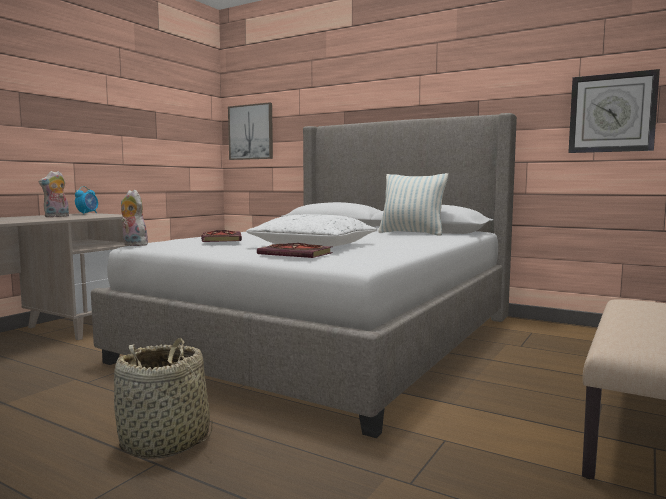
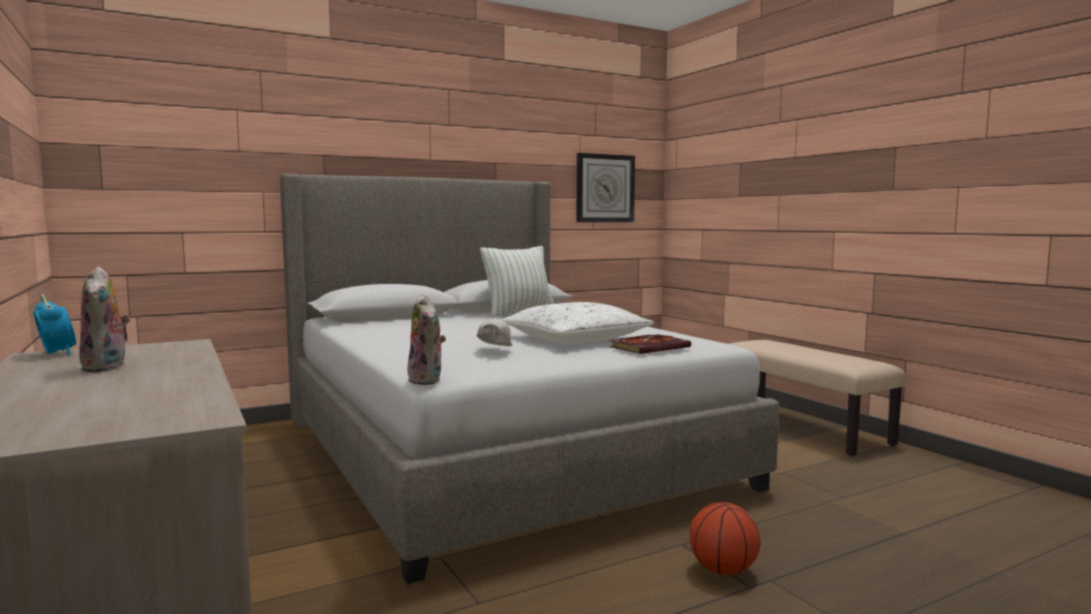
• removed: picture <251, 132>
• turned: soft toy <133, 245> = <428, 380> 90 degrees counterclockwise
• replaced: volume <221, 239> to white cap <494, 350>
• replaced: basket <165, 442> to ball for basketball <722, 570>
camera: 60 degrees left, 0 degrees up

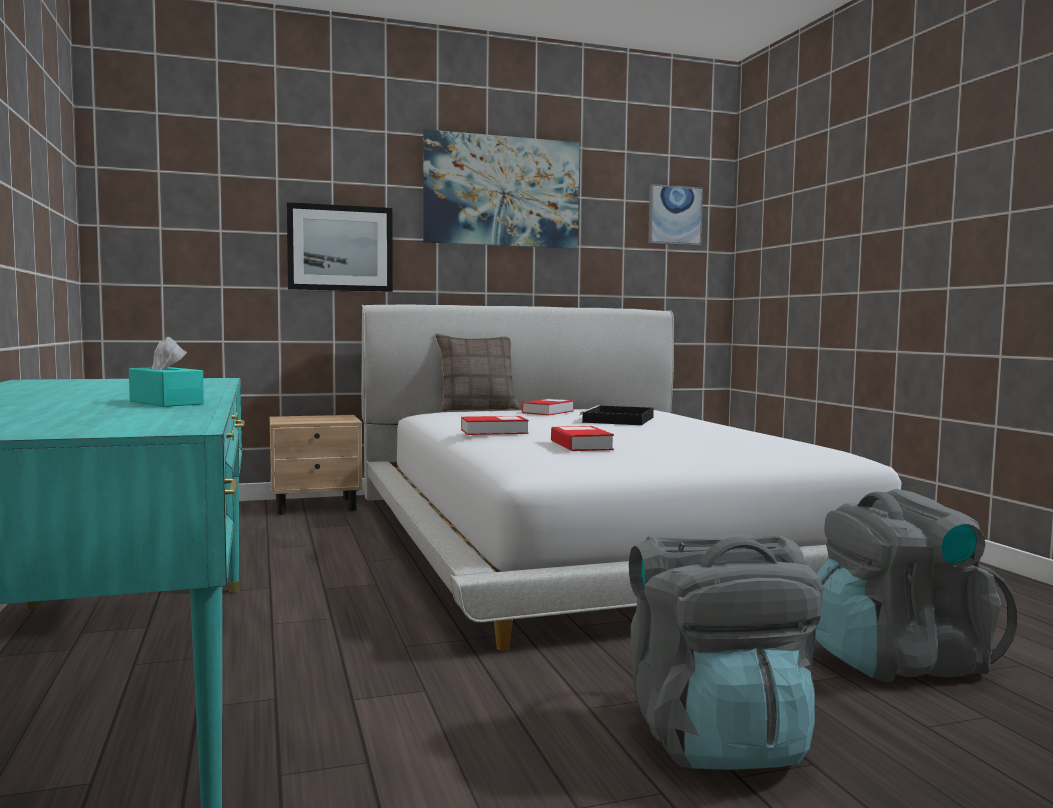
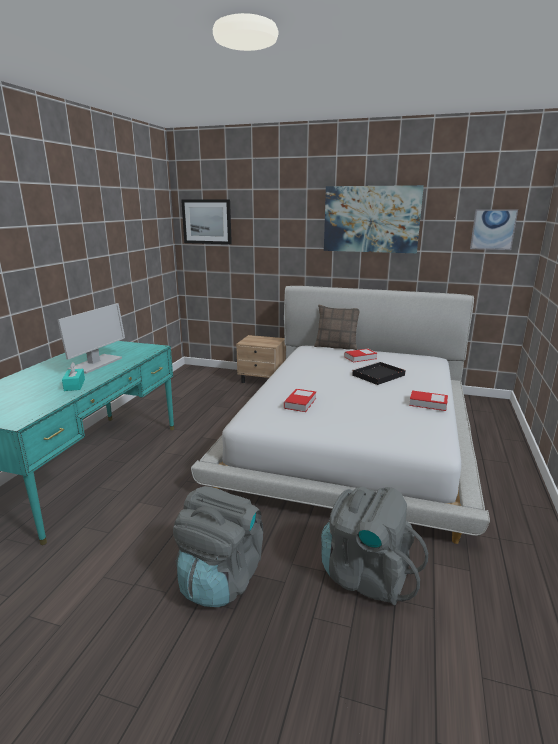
• moved: picture <340, 248> to <207, 221>
• moved: volume <494, 431> to <428, 403>
• added: computer display <95, 364>
camera: 35 degrees right, 15 degrees up

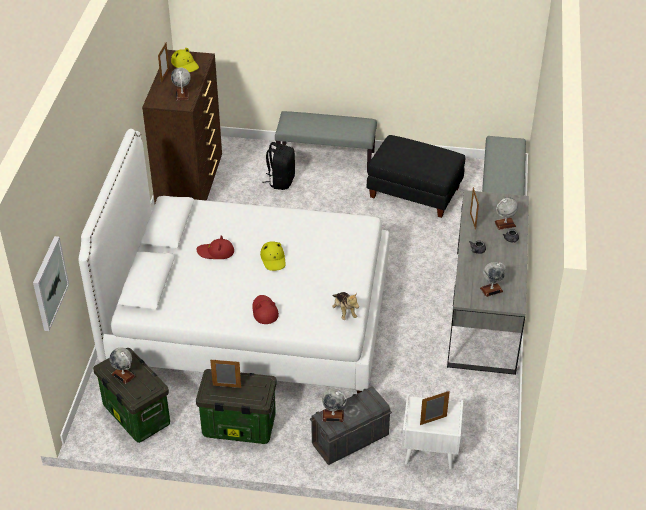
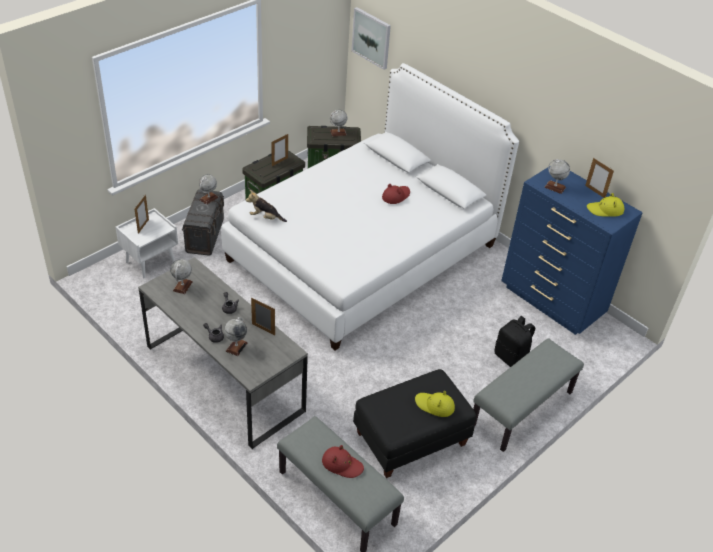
• recoloured: brown-coloured drawer chest <191, 186> to blue drawer chest <552, 302>
• moved: yellowish clothing hat <273, 259> to <434, 405>
• moved: red clothing hat <264, 311> to <342, 464>
camera: 125 degrees right, 0 degrees up

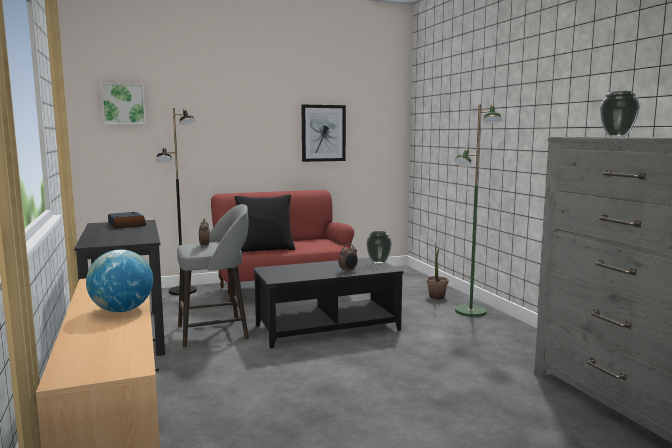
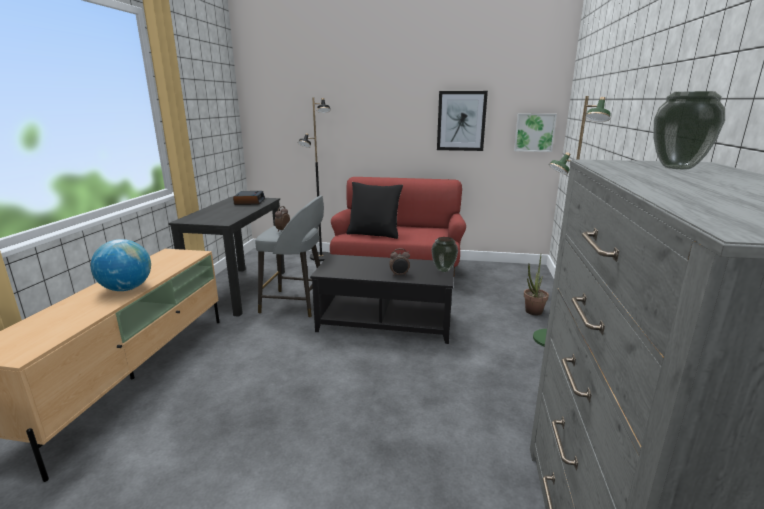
• moved: picture <123, 104> to <534, 132>
camera: 30 degrees right, 10 degrees up

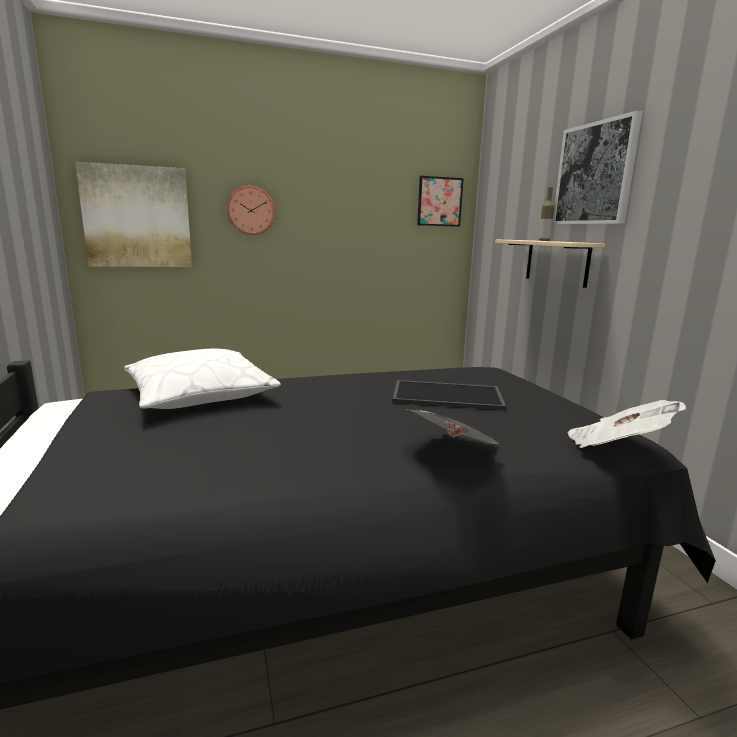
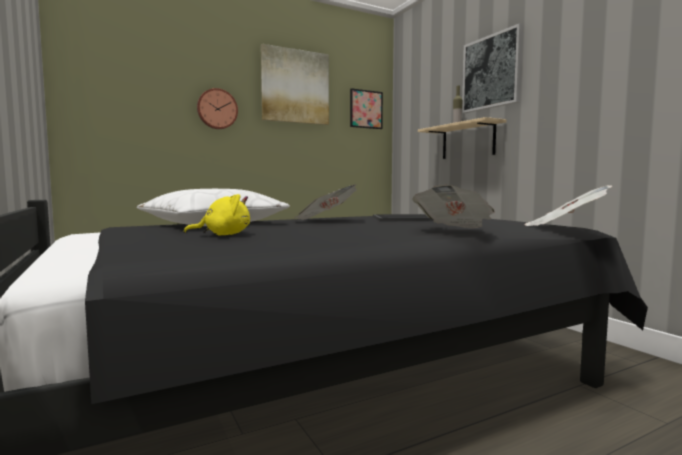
• moved: picture <137, 217> to <295, 86>
• added: printed paper <325, 221>
• added: yellowish soft toy <223, 235>
camera: 10 degrees left, 10 degrees down

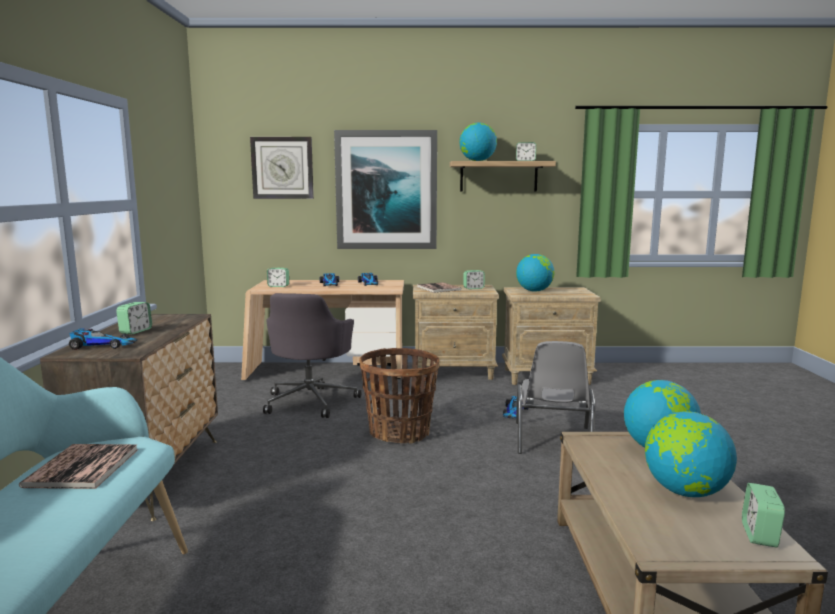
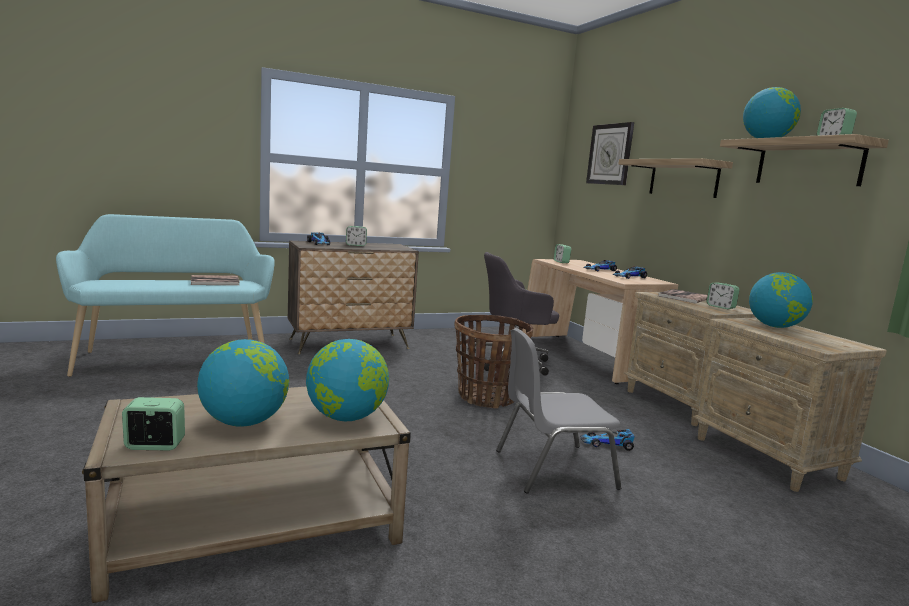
• replaced: picture <386, 190> to bracket shelf <683, 179>
camera: 65 degrees right, 0 degrees up

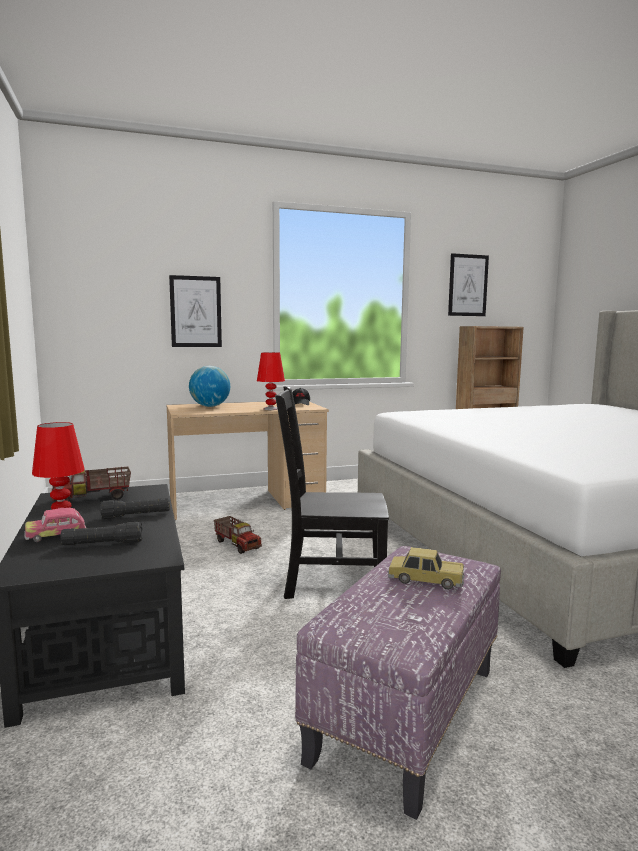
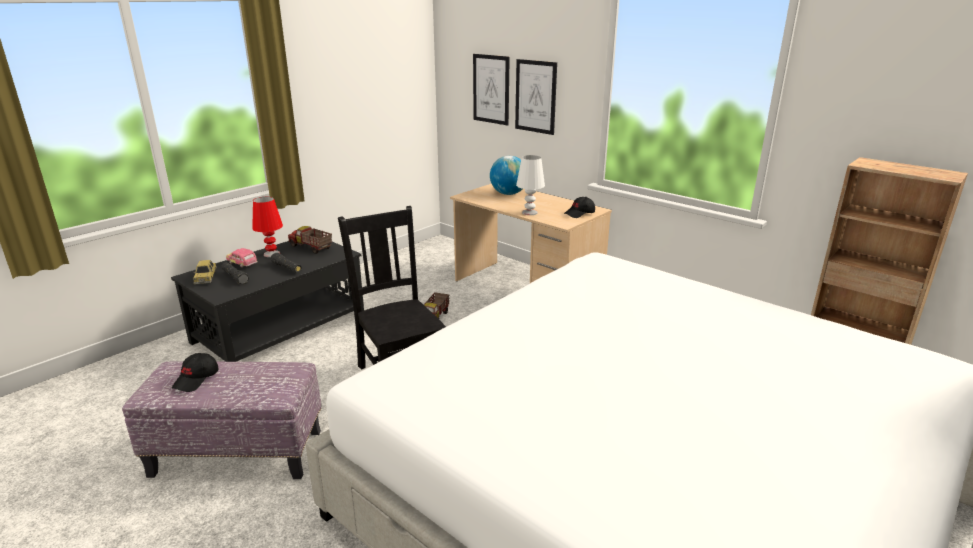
• moved: picture <468, 285> to <491, 89>
• recoloured: red lamp for a table <271, 409> to white lamp for a table <529, 212>
• moved: toy car <425, 580> to <206, 277>
• added: black-coloured cap <196, 379>
camera: 60 degrees right, 15 degrees up

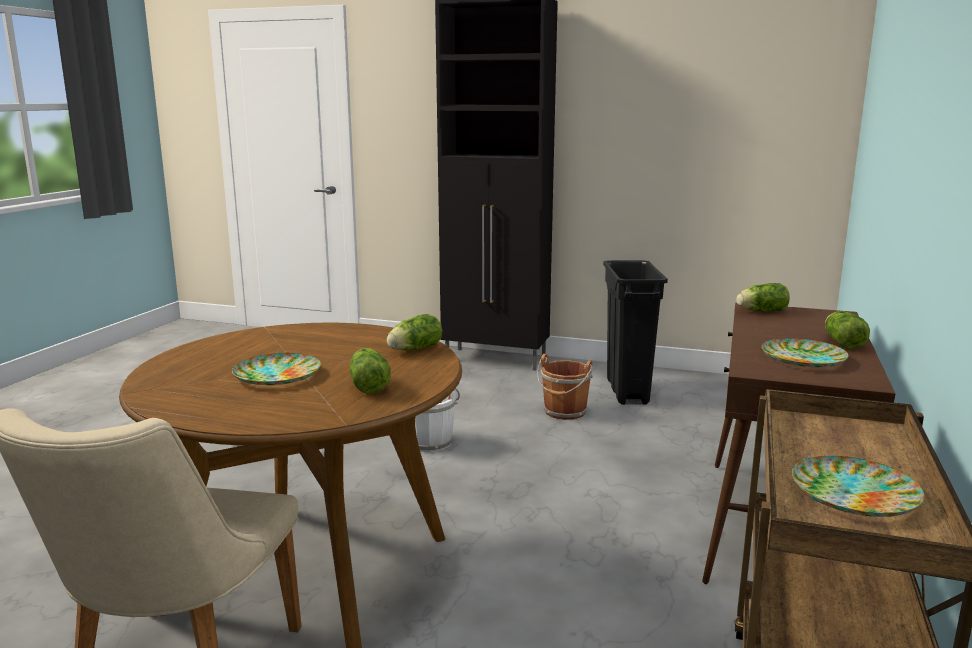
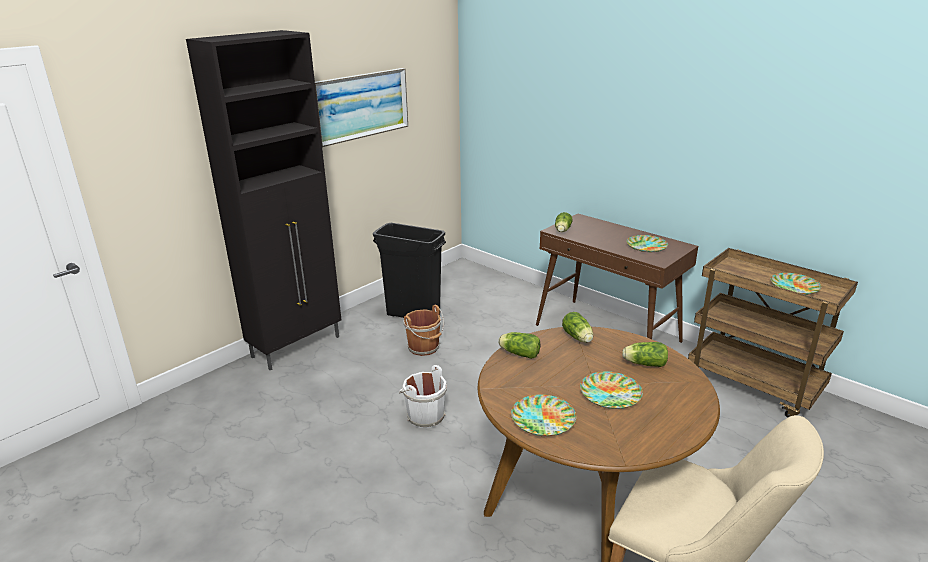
• moved: lettuce <842, 342> to <518, 353>
• added: picture <361, 105>
• added: flat dish <542, 419>
camera: 65 degrees left, 10 degrees up

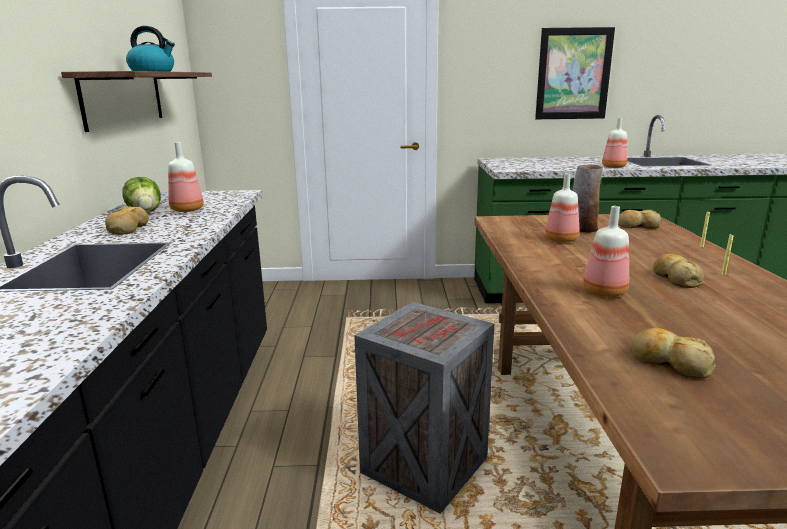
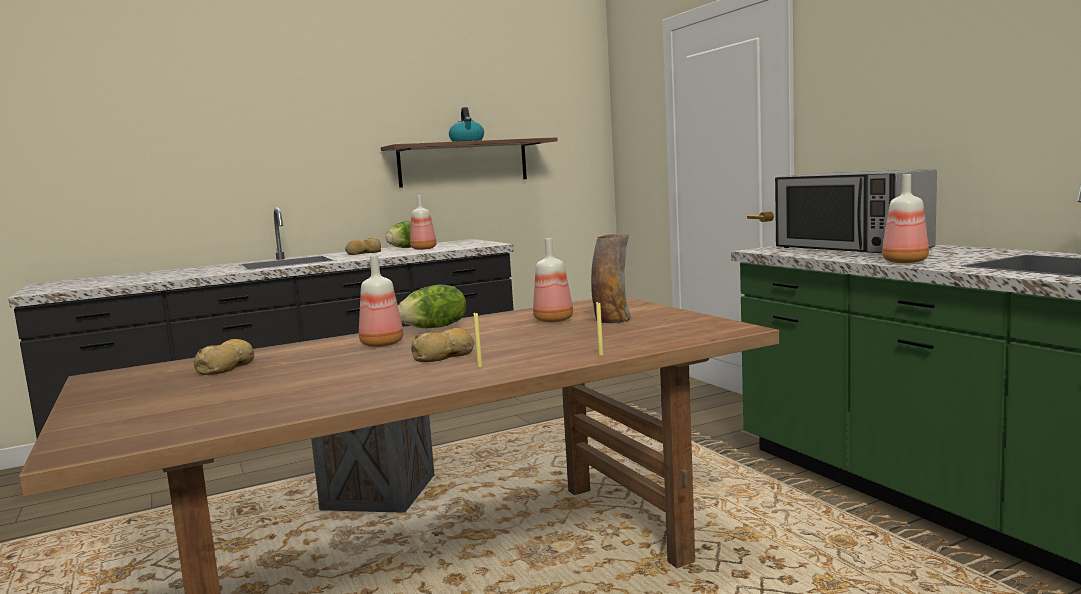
• removed: picture <573, 74>
• removed: bread <637, 226>
• added: kitchen microwave <850, 248>
• added: lettuce <435, 328>
camera: 65 degrees right, 10 degrees down

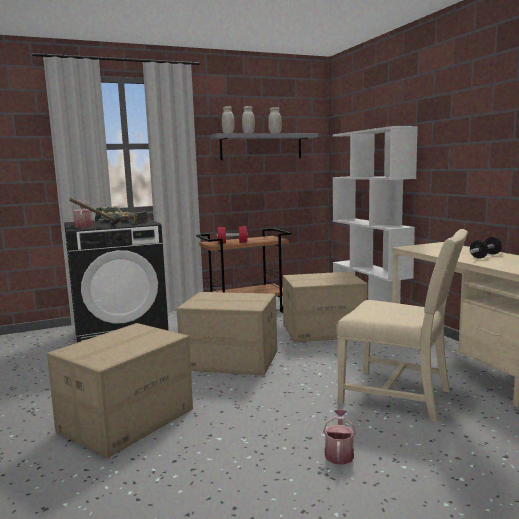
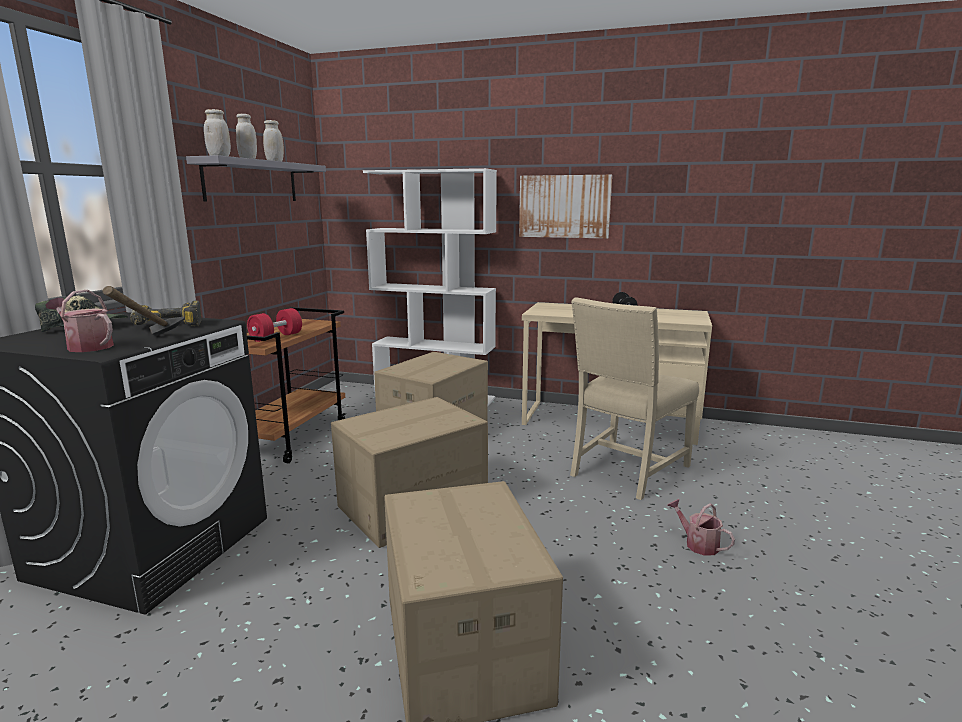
• turned: beige plain chair <399, 396> = <626, 471> 150 degrees clockwise
• added: picture <564, 206>
camera: 50 degrees left, 5 degrees up

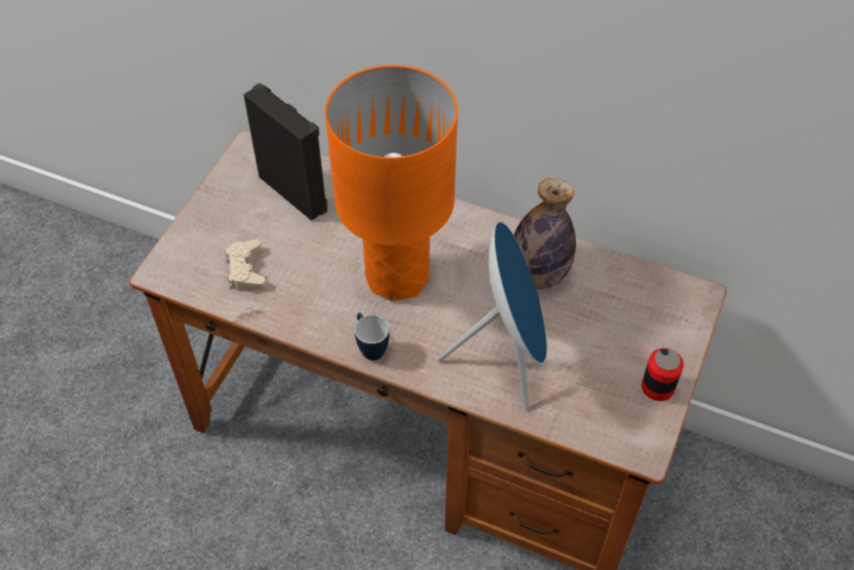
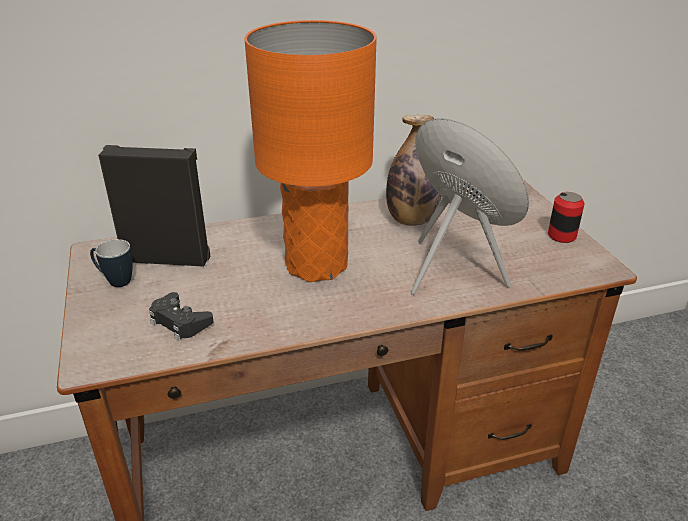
• recoloured: beige joypad <246, 271> to black-coloured joypad <180, 322>
• moved: coffee mug <370, 347> to <115, 281>
camera: 40 degrees left, 20 degrees down

